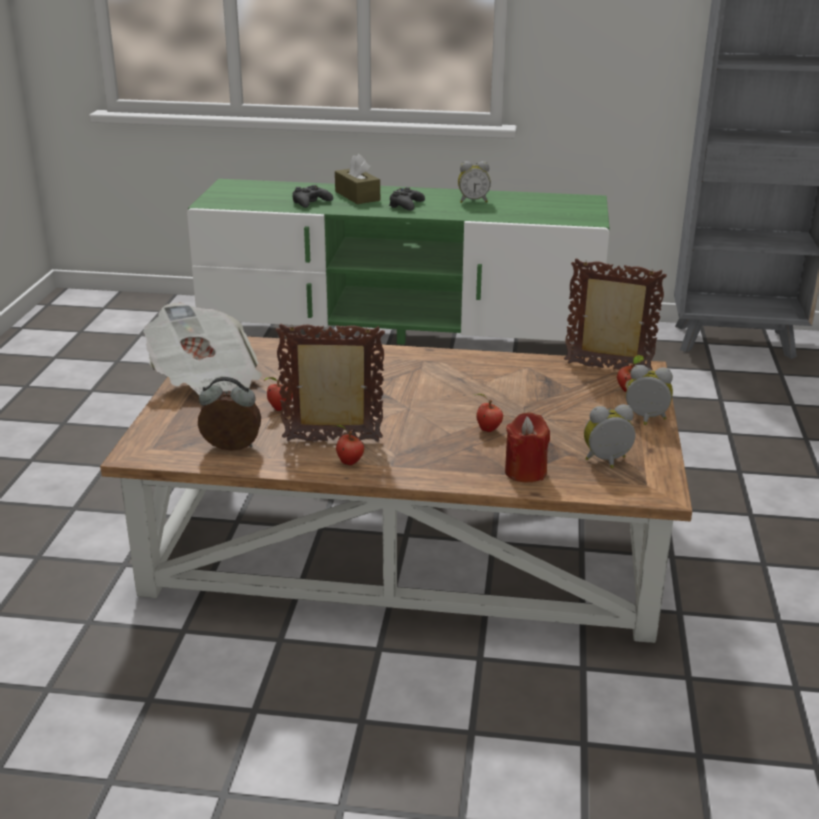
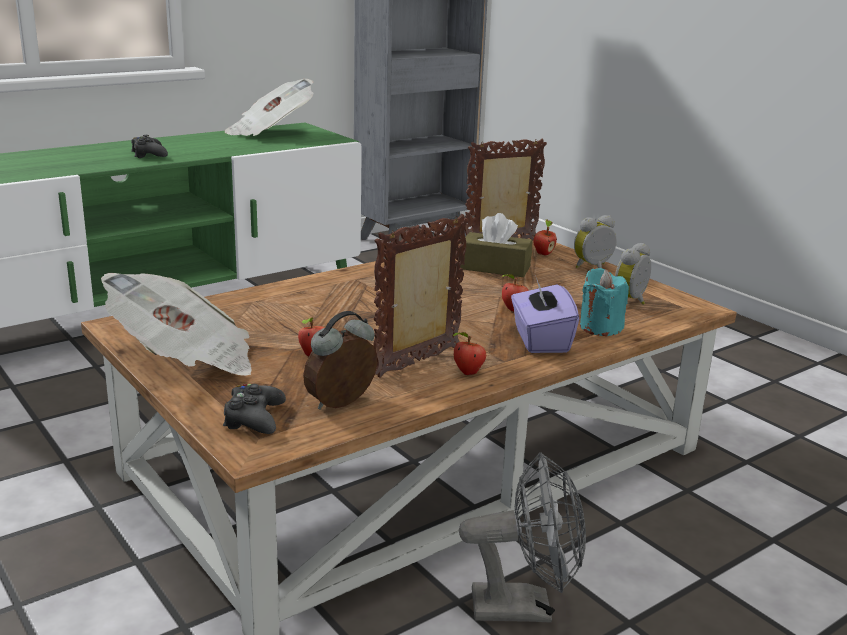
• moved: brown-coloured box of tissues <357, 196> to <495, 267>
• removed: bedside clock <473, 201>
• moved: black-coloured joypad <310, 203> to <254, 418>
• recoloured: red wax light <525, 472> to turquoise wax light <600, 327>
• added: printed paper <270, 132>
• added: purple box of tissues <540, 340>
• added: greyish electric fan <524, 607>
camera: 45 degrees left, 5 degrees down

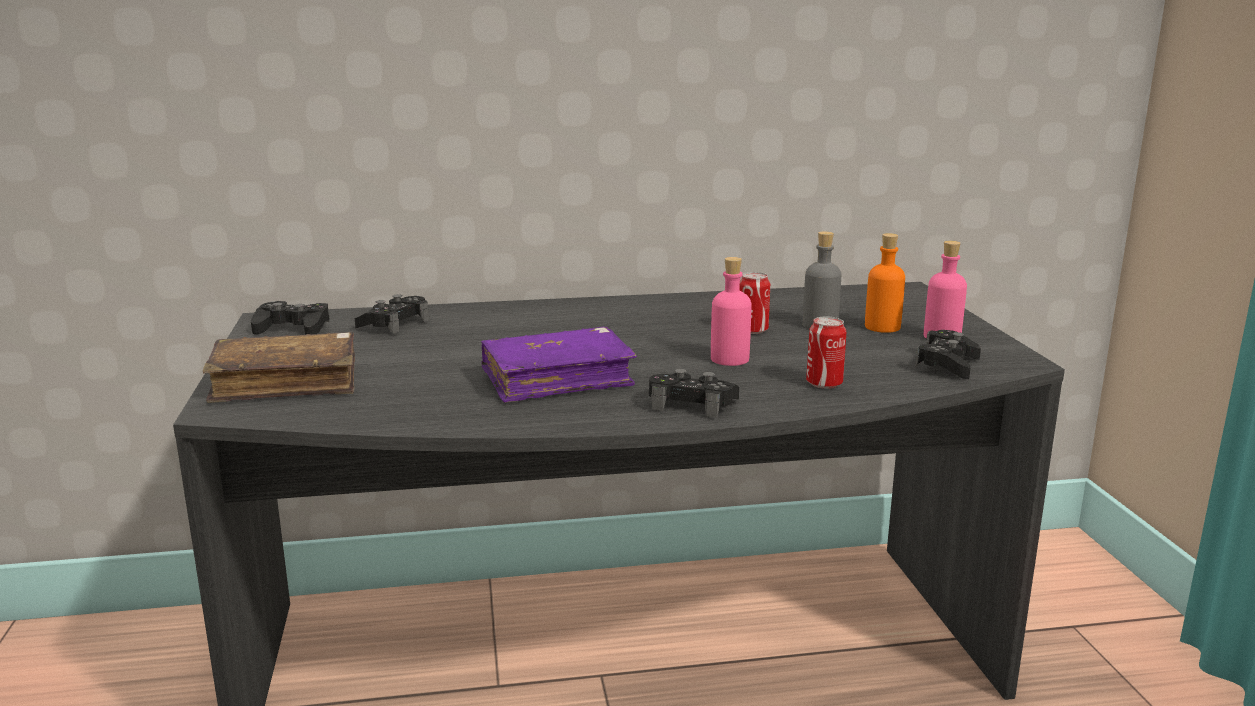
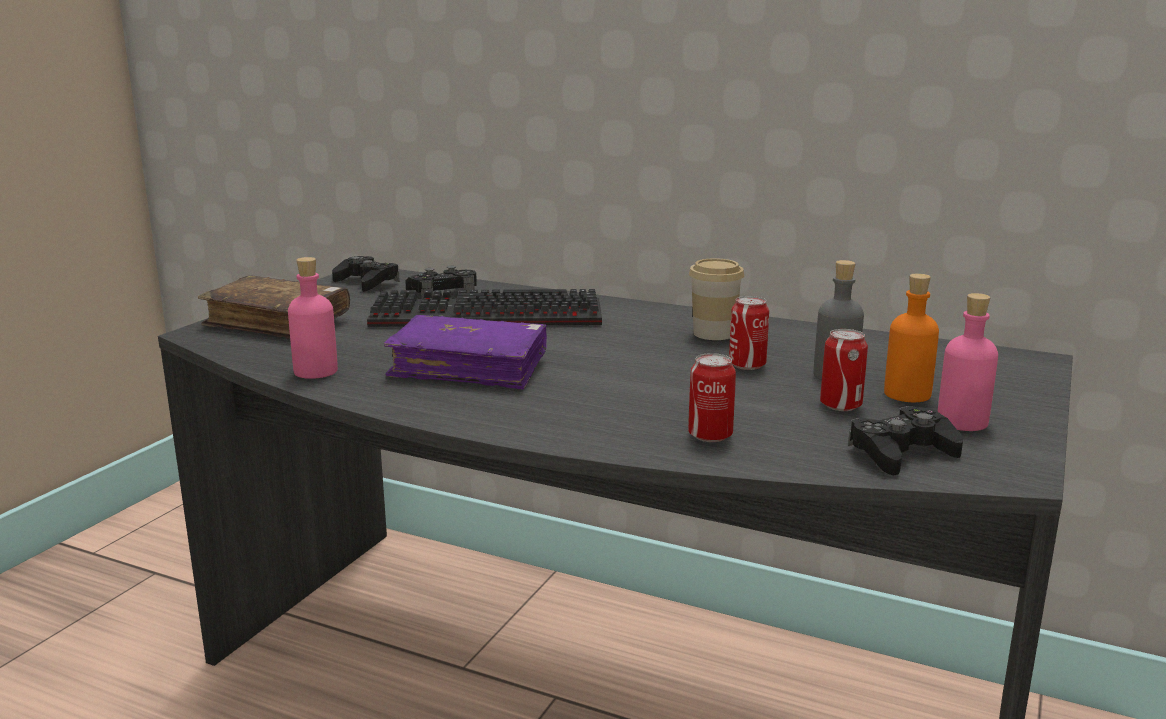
• moved: pinkish beverage bottle <729, 359> to <316, 371>
• removed: black-coloured joypad <692, 404>
• added: cup <713, 333>
• added: keyboard <482, 317>
• added: sealed can <840, 405>
camera: 35 degrees right, 0 degrees up

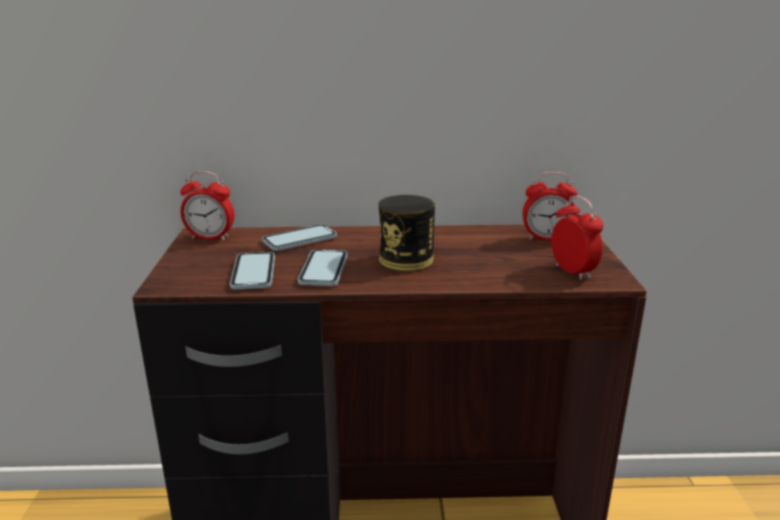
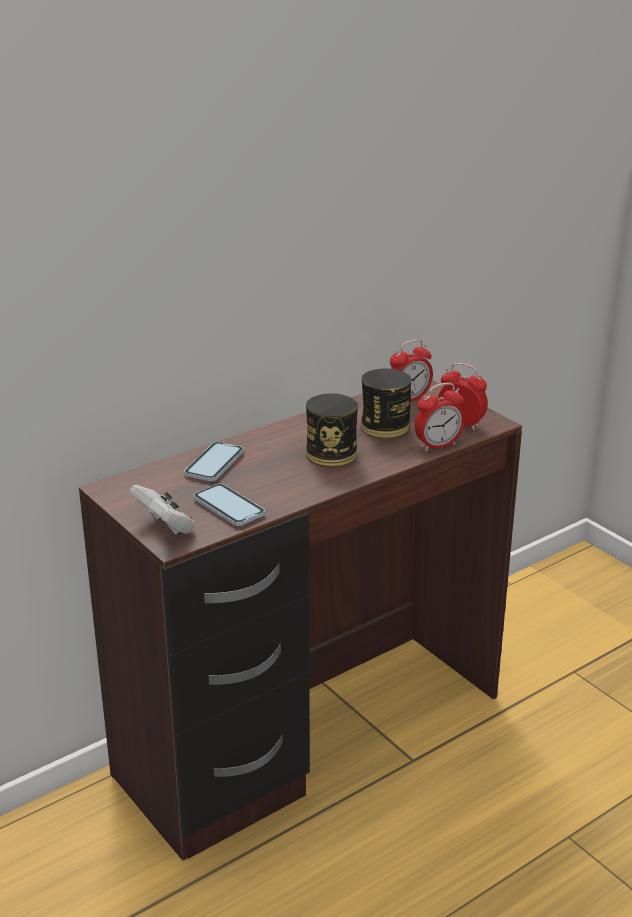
• moved: bedside clock <210, 238> to <438, 446>
• removed: telephone <323, 270>
• added: sealed can <385, 427>
• added: white joypad <165, 527>
camera: 35 degrees left, 5 degrees up

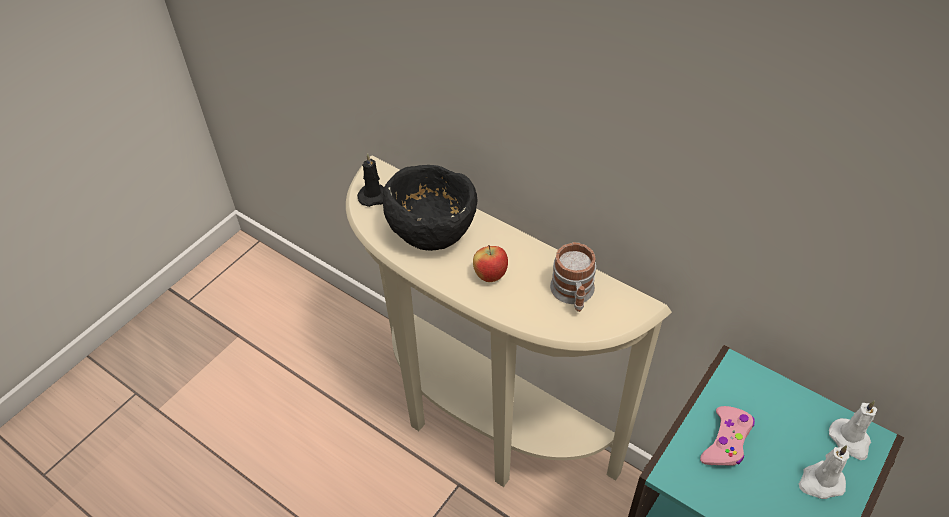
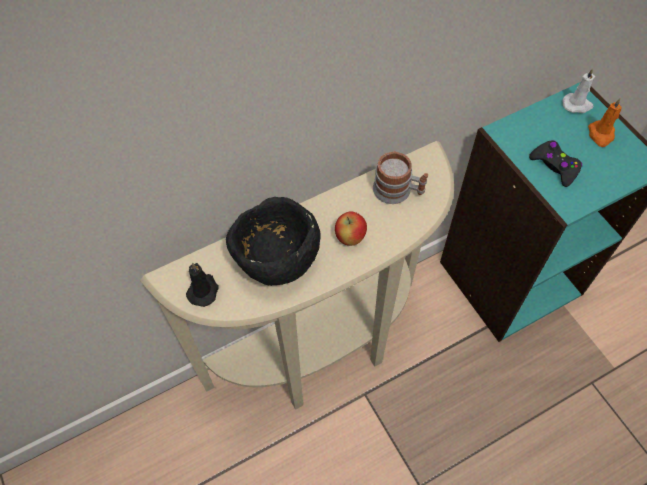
• recoloured: pinkish joypad <726, 441> to black-coloured joypad <554, 166>
• recoloured: white wax light <820, 482> to orange wax light <601, 135>
camera: 65 degrees left, 10 degrees up

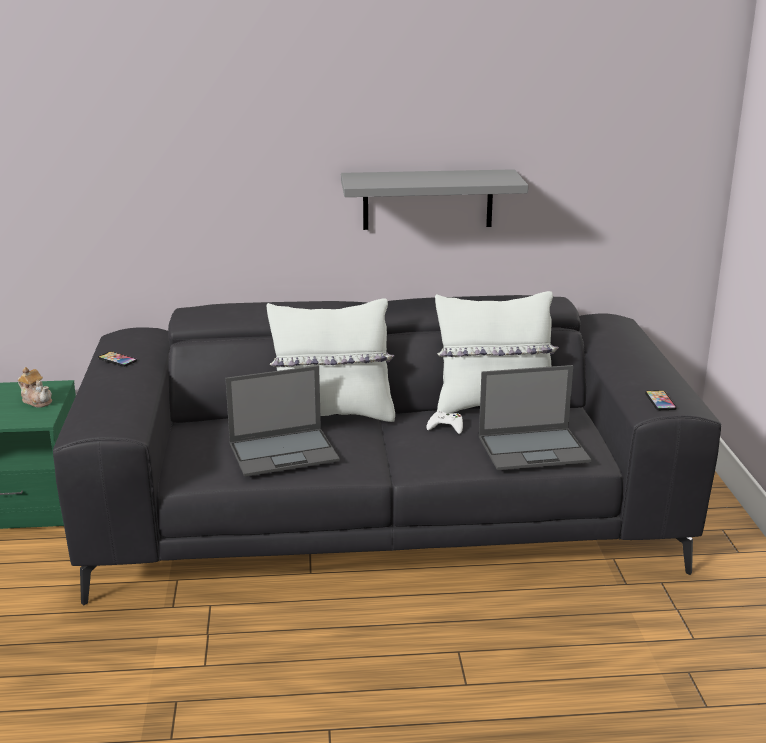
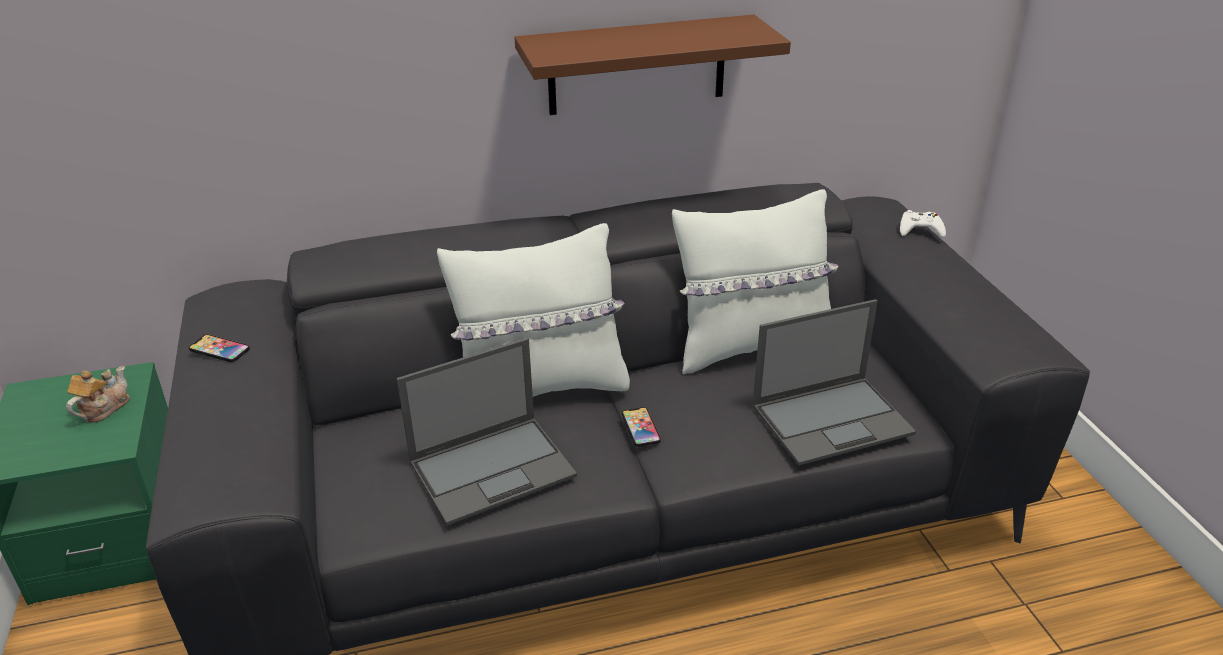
• recoloured: greyish bracket shelf <427, 199> to brown-coloured bracket shelf <637, 65>
• turned: pot for tea <37, 401> = <103, 408> 90 degrees counterclockwise
• moved: telephone <660, 401> to <641, 428>
• moved: white joypad <446, 426> to <920, 229>
camera: 10 degrees left, 10 degrees up

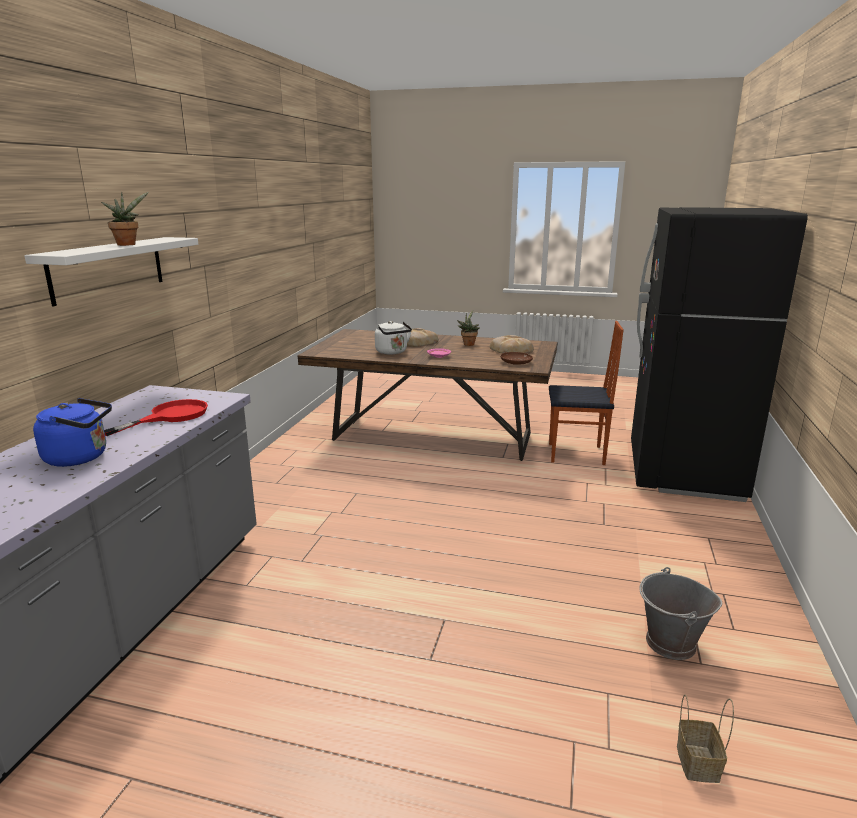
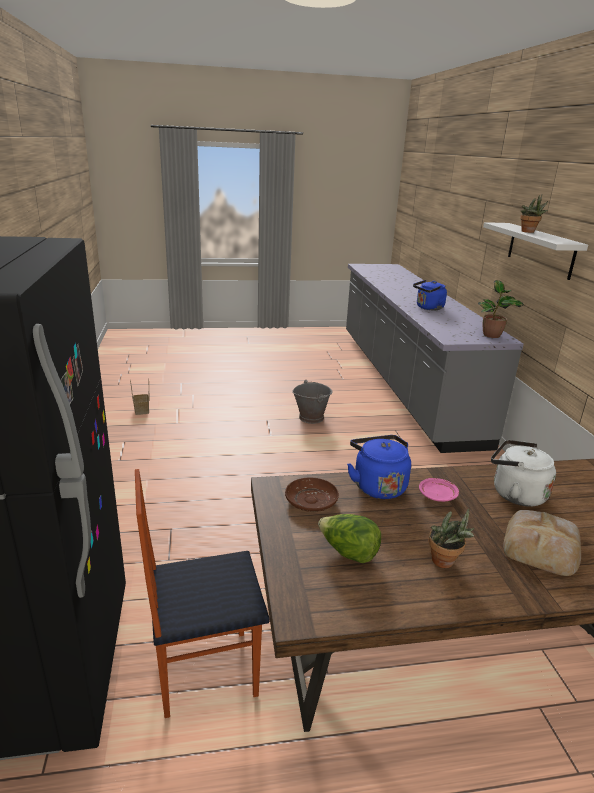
• replaced: bread <511, 350> to lettuce <348, 553>
• removed: red skillet <170, 416>
• moved: greyish pail <670, 643> to <311, 417>
• added: houseplant <492, 335>
• added: blue tea kettle <377, 485>
camera: 155 degrees right, 5 degrees up

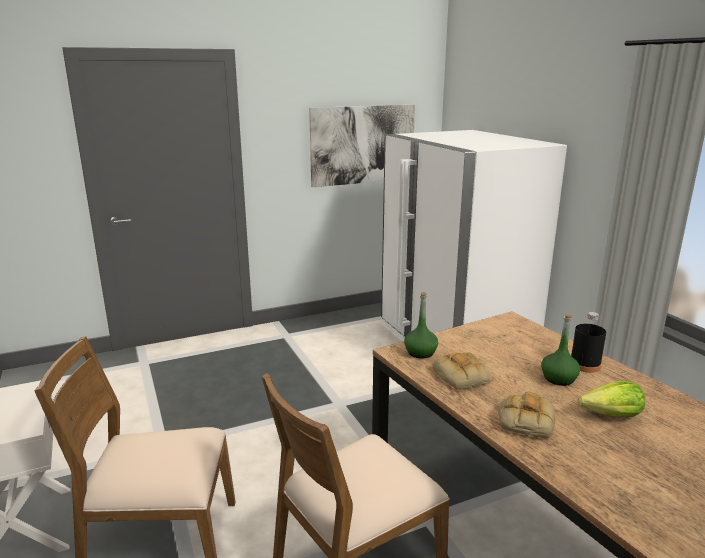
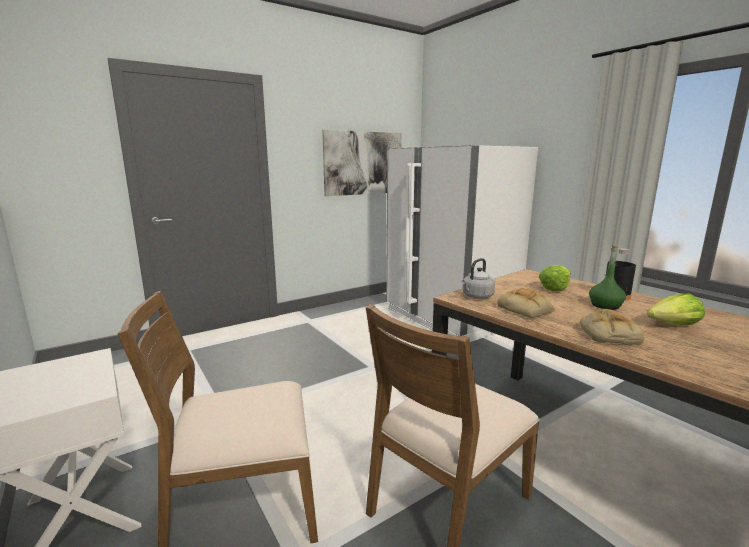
• replaced: greenish beverage bottle <420, 352> to greyish tea kettle <476, 297>
• added: lettuce <554, 288>
camera: 10 degrees left, 5 degrees down

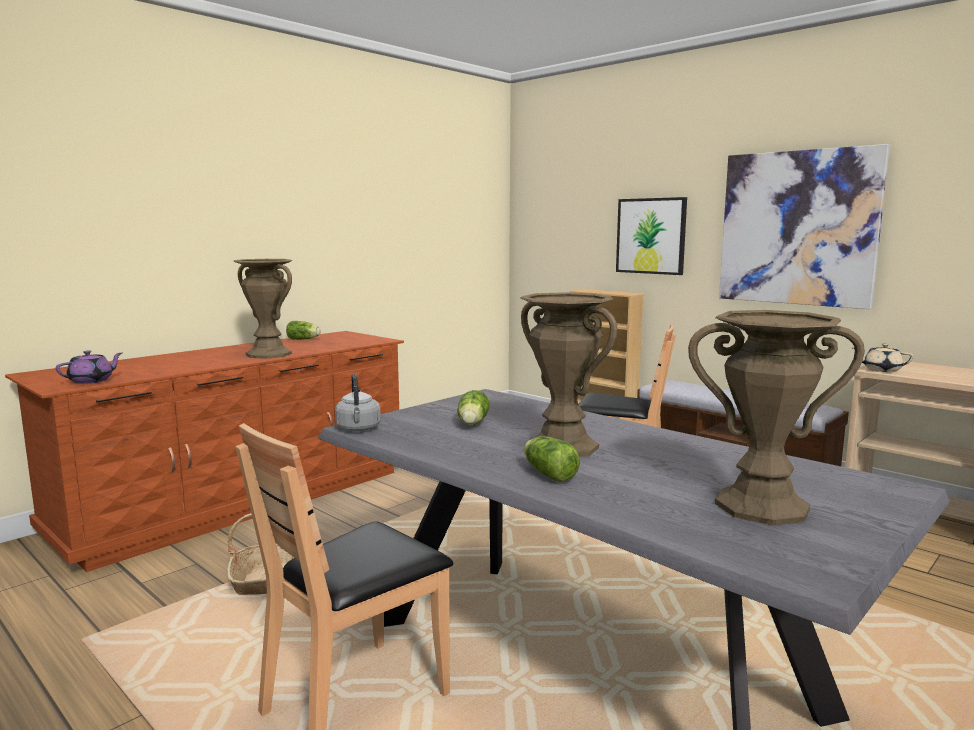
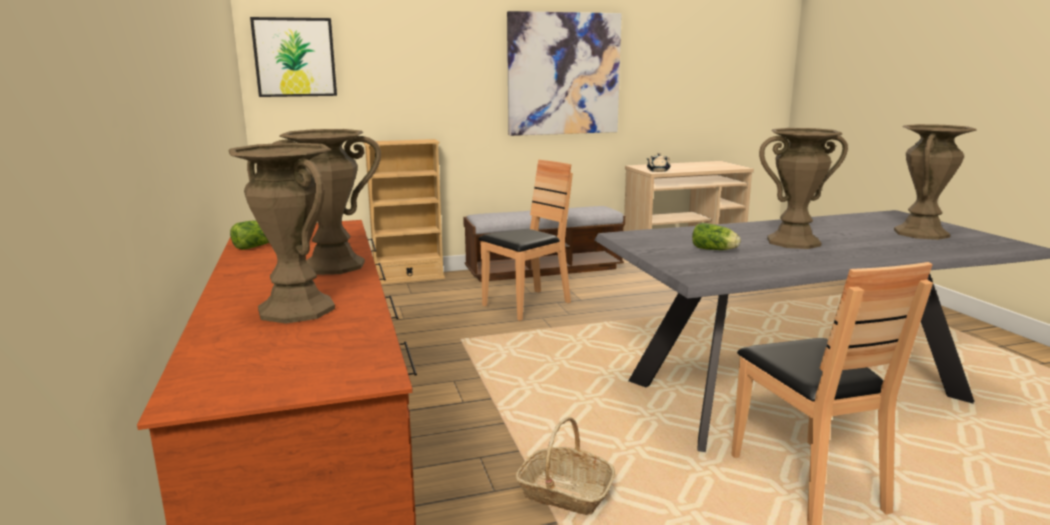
• moved: picture <651, 236> to <295, 57>
• removed: purple pot for tea <92, 381>
• removed: greyish tea kettle <358, 429>
• removed: lettuce <548, 473>
• added: brown-coloured vase <296, 309>
camera: 60 degrees left, 5 degrees up

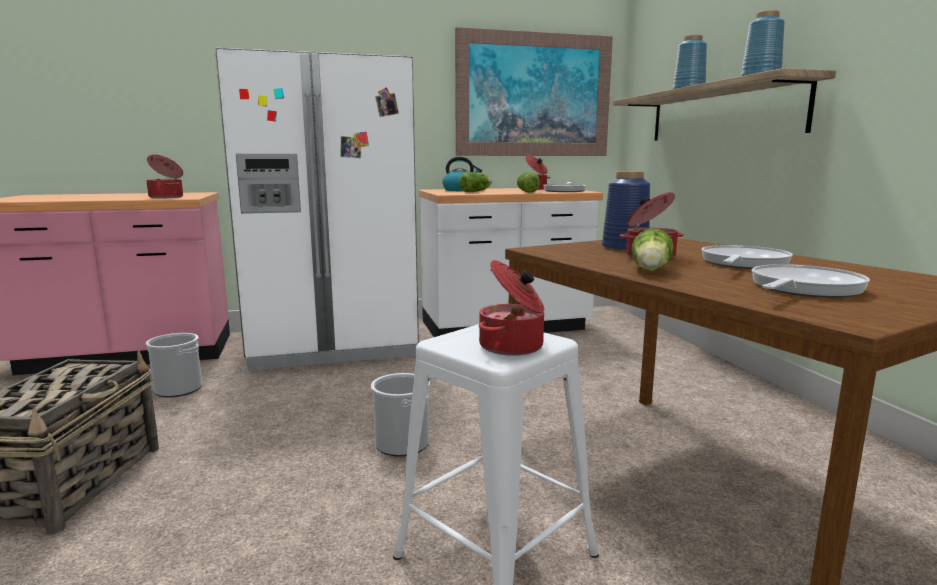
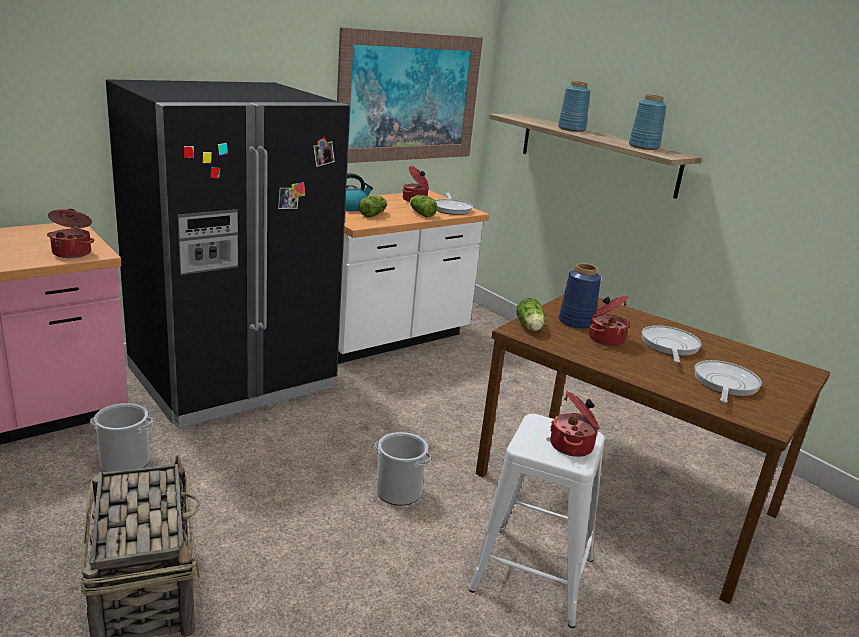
• recoloured: white fridge <333, 344> to black-coloured fridge <232, 379>
• moved: lettuce <650, 271> to <530, 327>
camera: 25 degrees left, 10 degrees up

